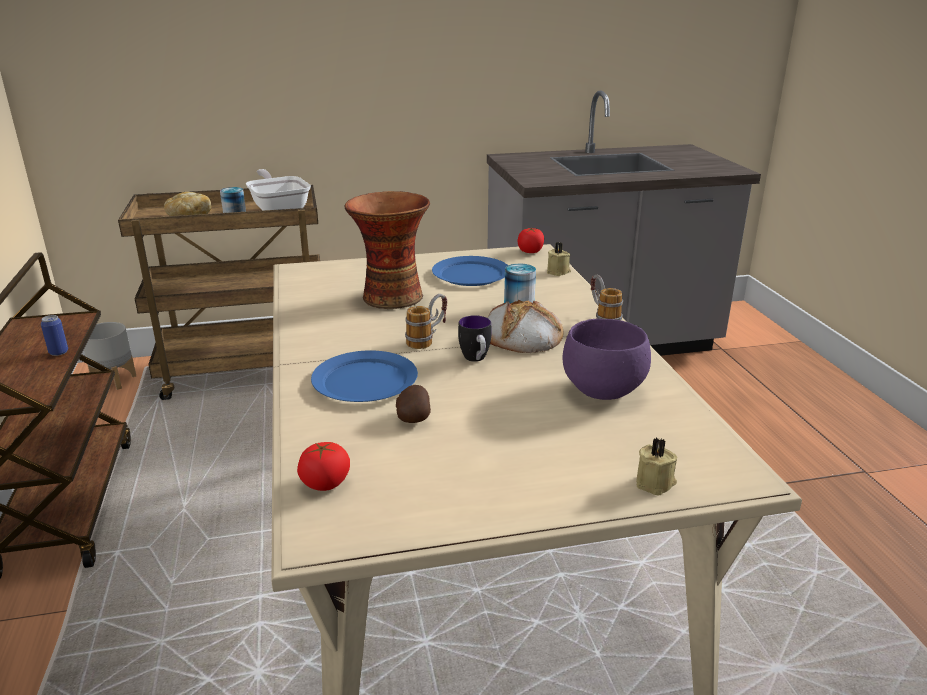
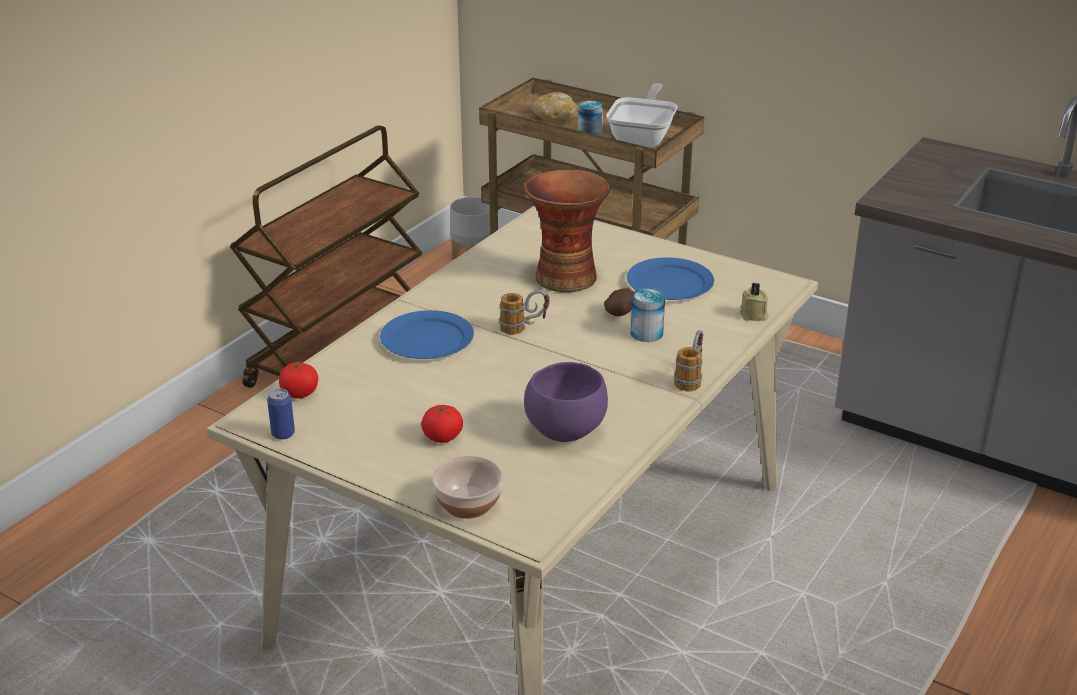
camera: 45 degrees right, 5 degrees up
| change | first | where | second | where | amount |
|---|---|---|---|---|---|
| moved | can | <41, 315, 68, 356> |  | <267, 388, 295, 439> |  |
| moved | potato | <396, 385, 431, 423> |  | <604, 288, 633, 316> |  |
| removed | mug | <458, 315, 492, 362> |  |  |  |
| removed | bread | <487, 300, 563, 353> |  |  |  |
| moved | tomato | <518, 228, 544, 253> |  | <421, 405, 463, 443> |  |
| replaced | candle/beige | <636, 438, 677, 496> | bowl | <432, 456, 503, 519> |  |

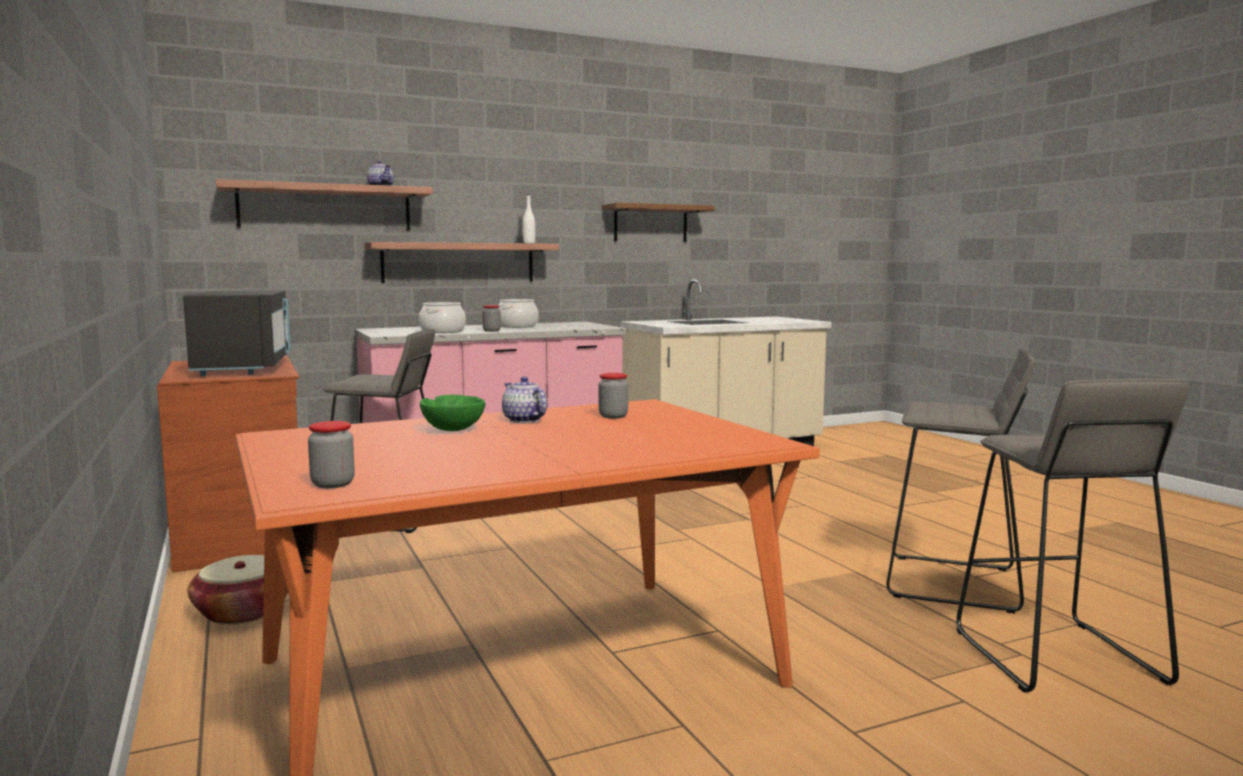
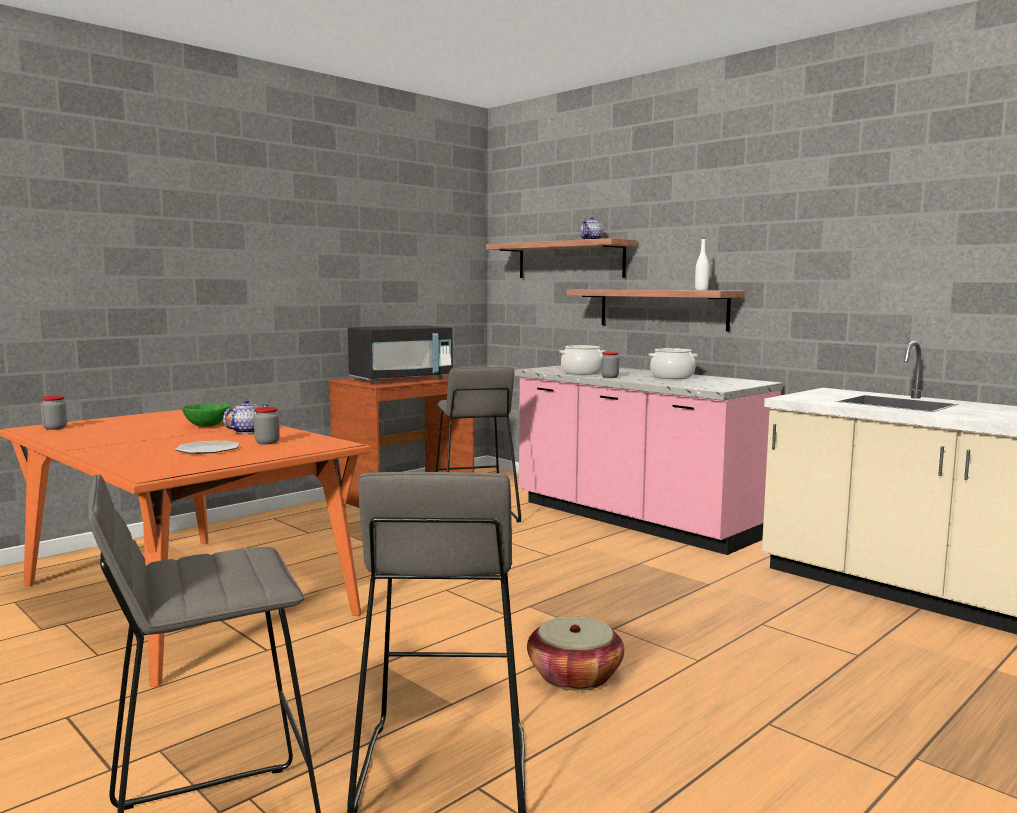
camera: 70 degrees right, 0 degrees up
| change | first | where | second | where | amount |
|---|---|---|---|---|---|
| moved | basket | <188, 555, 288, 625> |  | <527, 617, 624, 691> |  |
| removed | shelf/brown | <602, 202, 714, 242> |  |  |  |
| added |  |  | plate | <175, 441, 239, 454> |  |

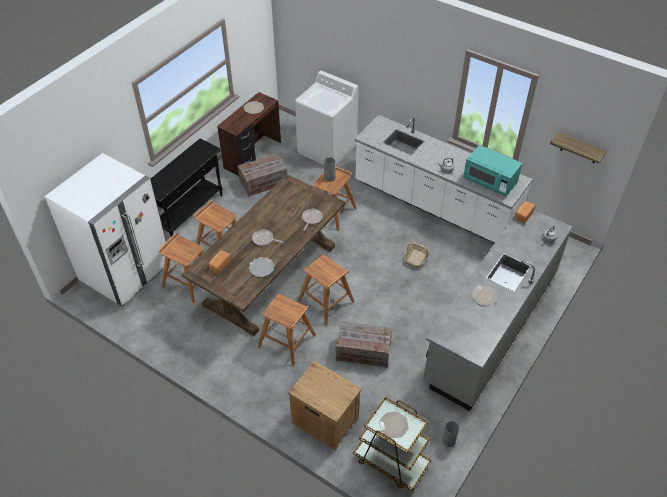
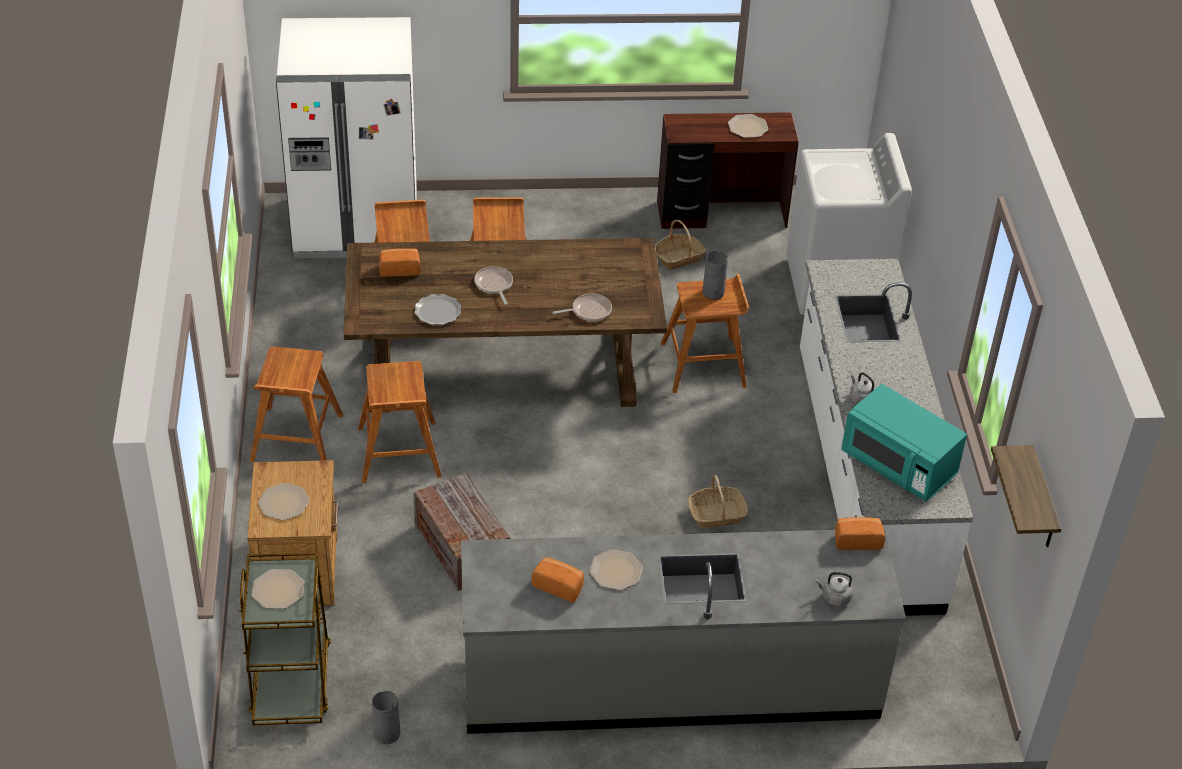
camera: 50 degrees right, 5 degrees down
| change | first | where | second | where | amount |
|---|---|---|---|---|---|
| removed | console table/black | <151, 139, 222, 237> |  |  |  |
| replaced | crate | <238, 154, 287, 197> | basket | <655, 220, 706, 270> |  |
| moved | stool/brown | <297, 255, 354, 325> |  | <250, 347, 343, 462> |  |
| turned | microwave/turquoise | <463, 145, 522, 196> |  | <841, 384, 967, 501> | 45 degrees counterclockwise |
| added |  |  | plate | <258, 483, 309, 520> |  |
| added |  |  | bread | <531, 557, 584, 602> |  |

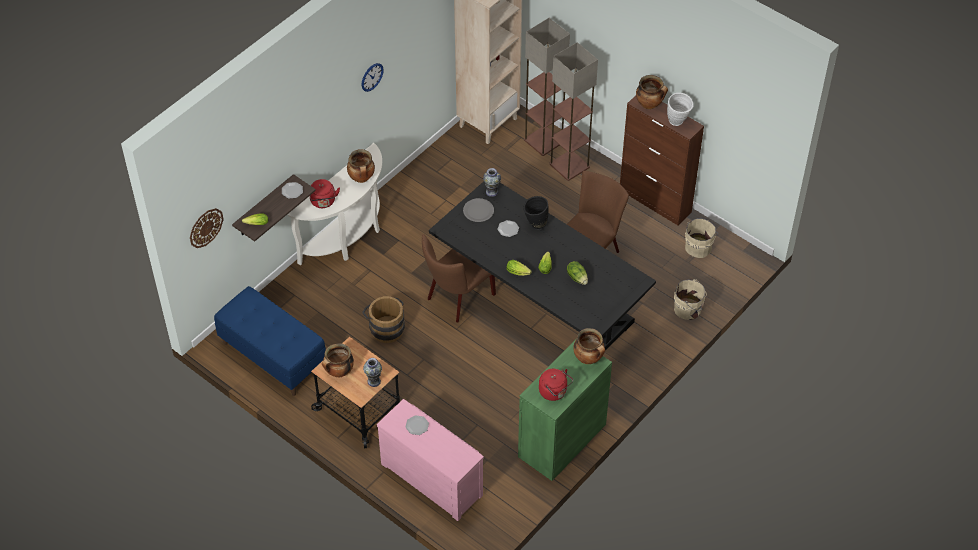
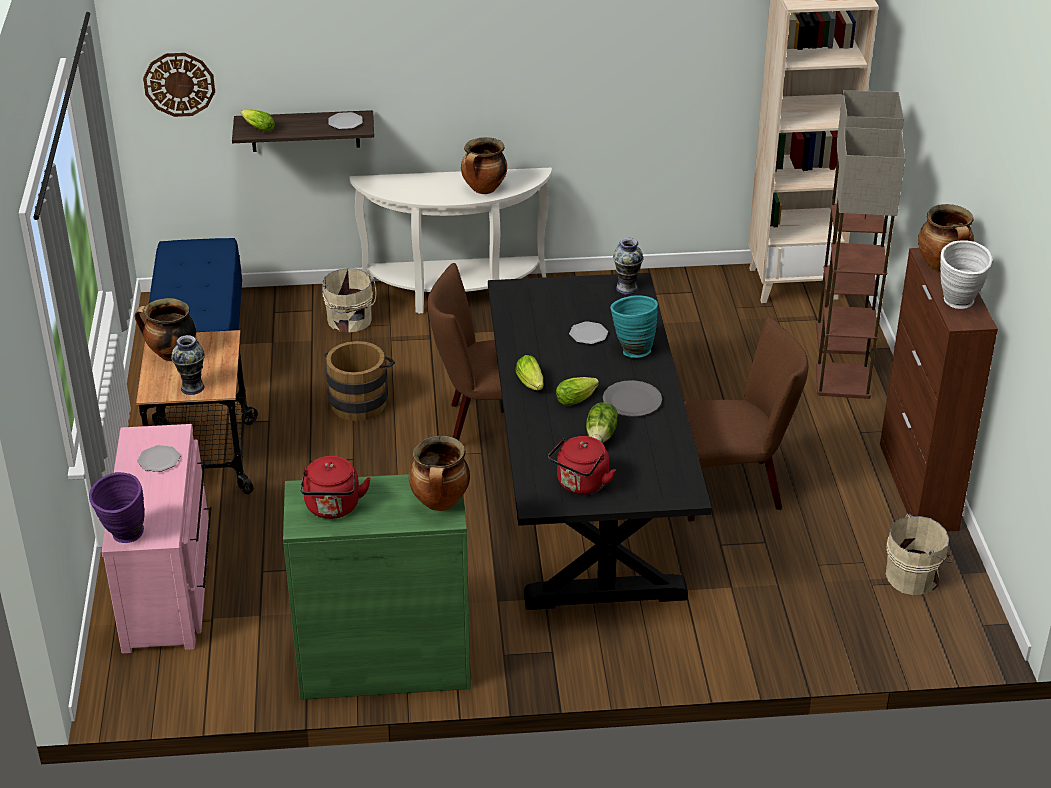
camera: 45 degrees right, 15 degrees down
| change | first | where | second | where | amount |
|---|---|---|---|---|---|
| moved | kettle/red | <310, 179, 340, 208> |  | <548, 436, 616, 495> |  |
| removed | wall clock | <361, 63, 384, 92> |  |  |  |
| moved | plate/grey | <463, 198, 494, 222> |  | <603, 380, 662, 417> |  |
| recoloured | vase/black | <523, 196, 549, 230> | vase/turquoise | <610, 295, 658, 358> |  |
| moved | bucket/beige | <674, 279, 707, 320> |  | <322, 268, 376, 333> |  |
| added |  |  | vase/purple | <89, 472, 145, 543> |  |

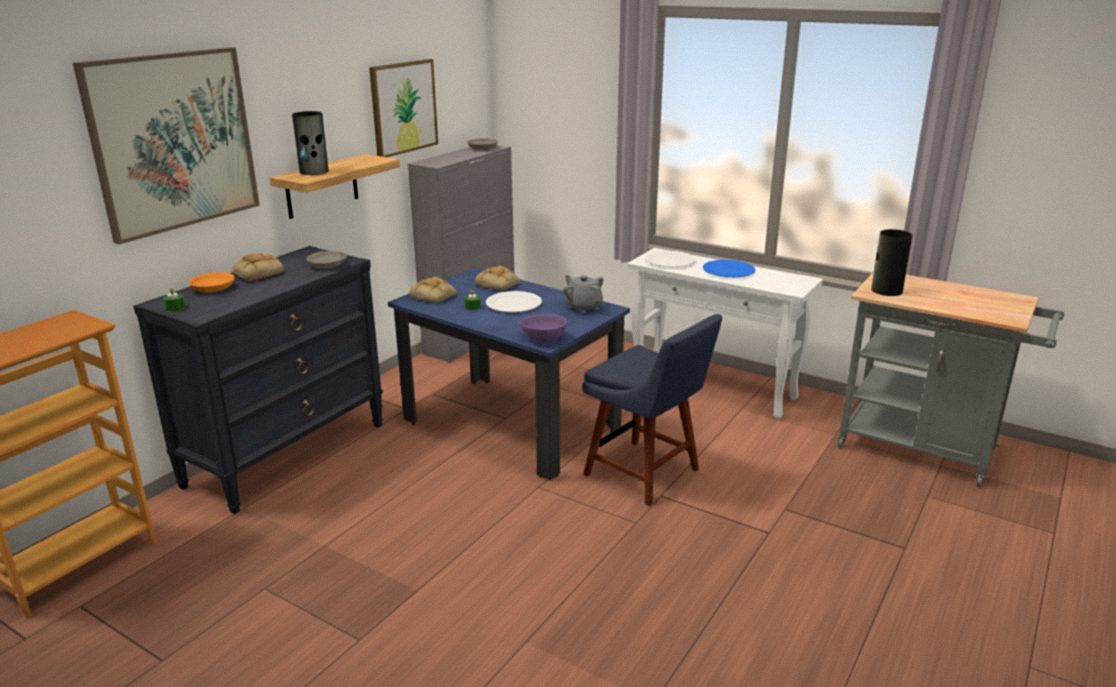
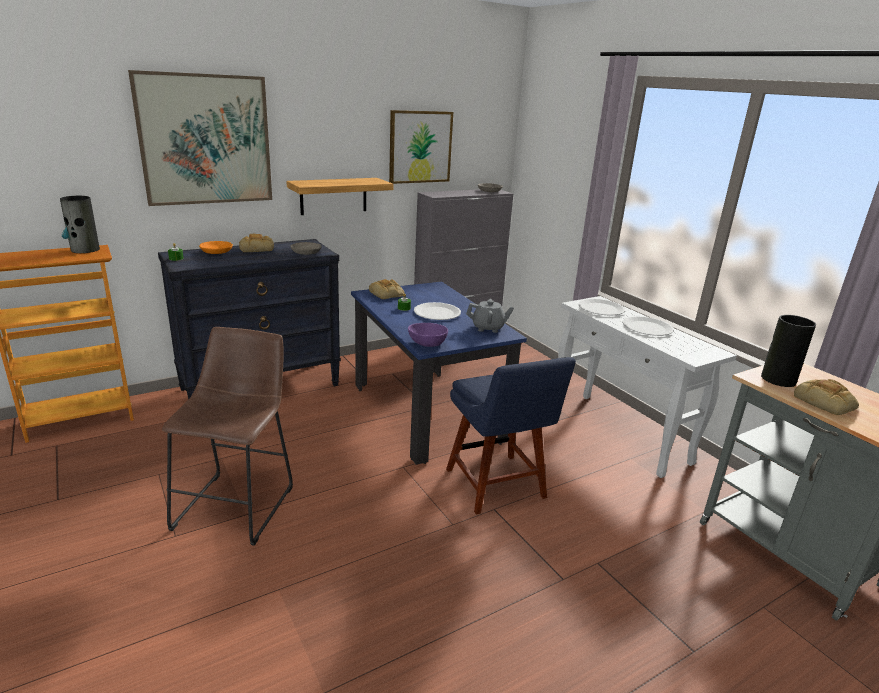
camera: 25 degrees right, 0 degrees up
| change | first | where | second | where | amount |
|---|---|---|---|---|---|
| moved | vase | <292, 111, 329, 175> |  | <60, 196, 100, 253> |  |
| moved | bread | <475, 266, 520, 291> |  | <794, 379, 859, 415> |  |
| turned | teapot/grey | <563, 275, 604, 313> |  | <466, 299, 514, 333> | 105 degrees clockwise |
| recoloured | plate/blue | <703, 260, 756, 277> | plate/white | <623, 316, 674, 336> |  |
| added |  |  | stool/brown | <162, 327, 293, 546> |  |

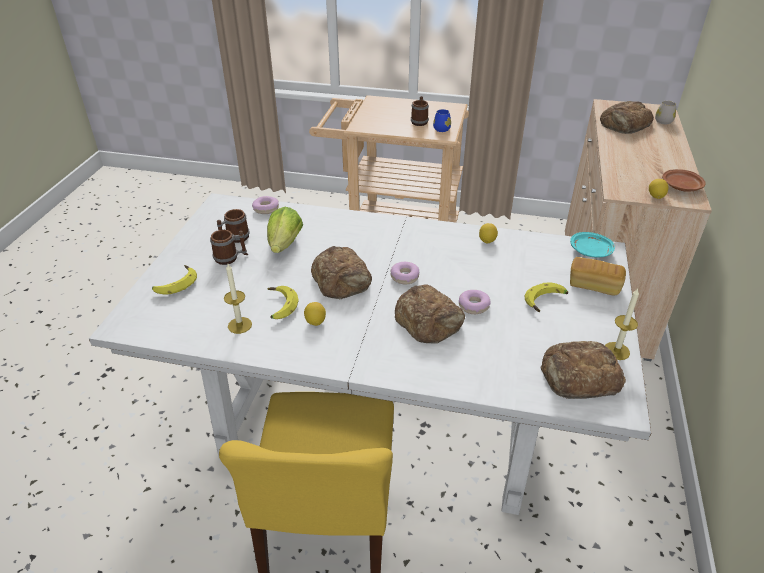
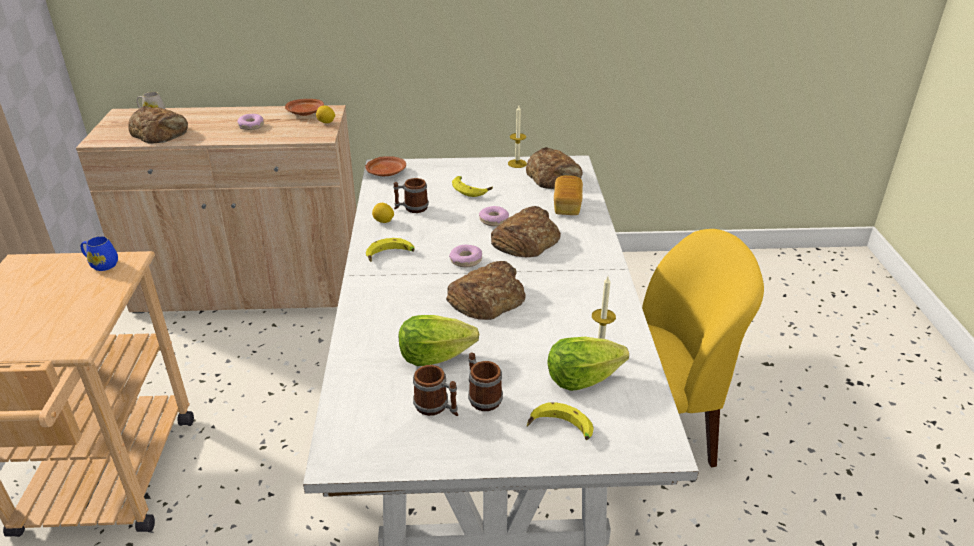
camera: 105 degrees left, 5 degrees down
| change | first | where | second | where | amount |
|---|---|---|---|---|---|
| moved | donut | <252, 196, 279, 214> |  | <237, 114, 264, 130> |  |
| moved | banana | <267, 286, 299, 319> |  | <366, 238, 415, 262> |  |
| removed | lemon | <304, 302, 326, 326> |  |  |  |
| moved | mug | <411, 96, 429, 126> |  | <393, 178, 429, 213> |  |
| recoloured | plate/turquoise | <570, 232, 615, 257> | plate/brown | <365, 156, 406, 176> |  |
| moved | bread | <570, 257, 626, 296> |  | <554, 175, 583, 215> |  |
| added |  |  | lettuce | <547, 337, 629, 391> |  |

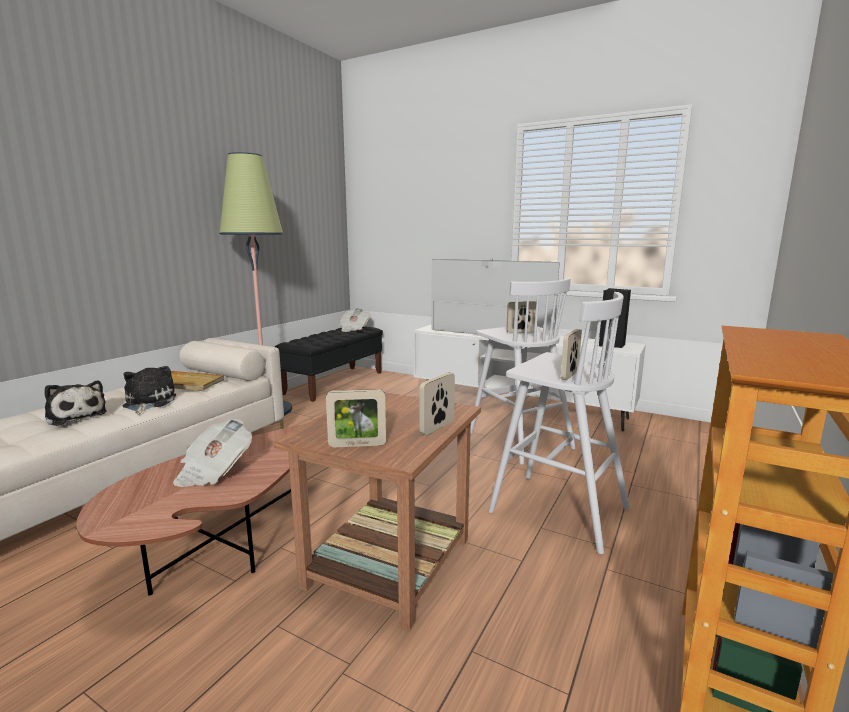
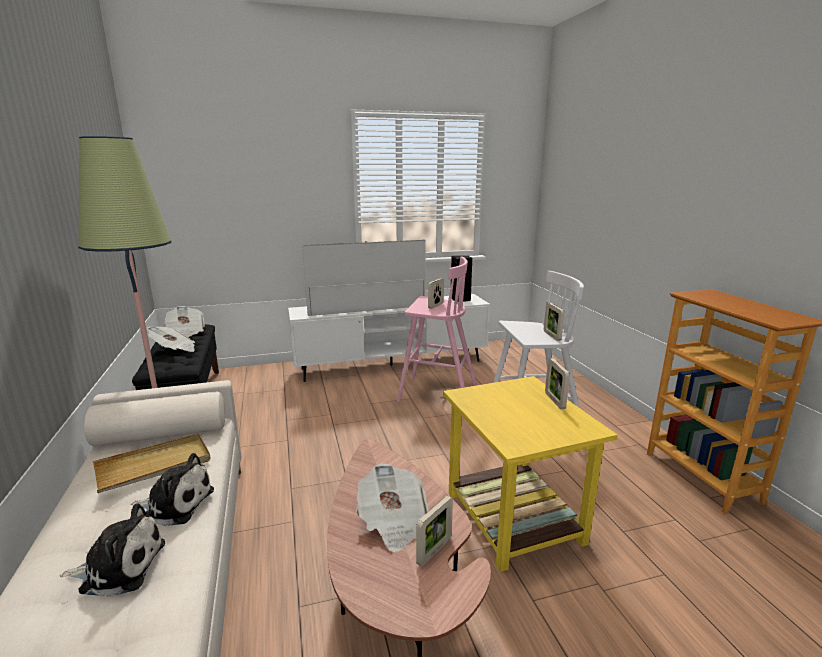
camera: 45 degrees left, 5 degrees up
| change | first | where | second | where | amount |
|---|---|---|---|---|---|
| turned | plush toy | <123, 366, 176, 414> |  | <131, 453, 214, 526> | 150 degrees clockwise |
| recoloured | side table/brown | <273, 392, 481, 631> | side table/yellow | <443, 376, 618, 572> |  |
| moved | picture frame | <326, 389, 386, 447> |  | <416, 496, 453, 566> |  |
| recoloured | stool/white | <470, 278, 576, 465> | stool/pink | <397, 256, 477, 402> |  |
| added |  |  | newspaper | <147, 327, 195, 352> |  |

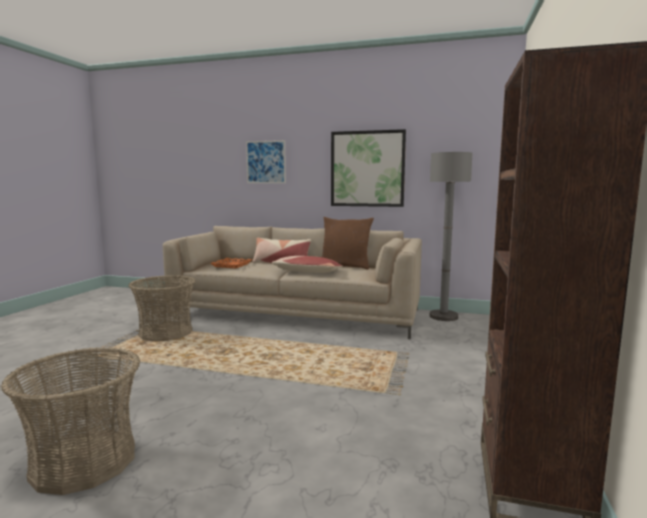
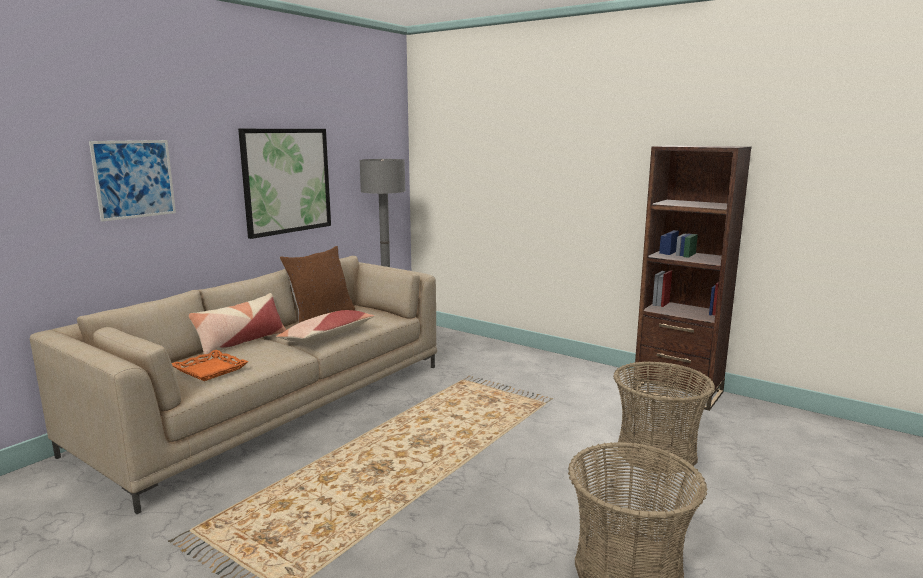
camera: 70 degrees left, 5 degrees up
| change | first | where | second | where | amount |
|---|---|---|---|---|---|
| moved | basket | <128, 275, 196, 341> |  | <613, 361, 715, 474> |  |

